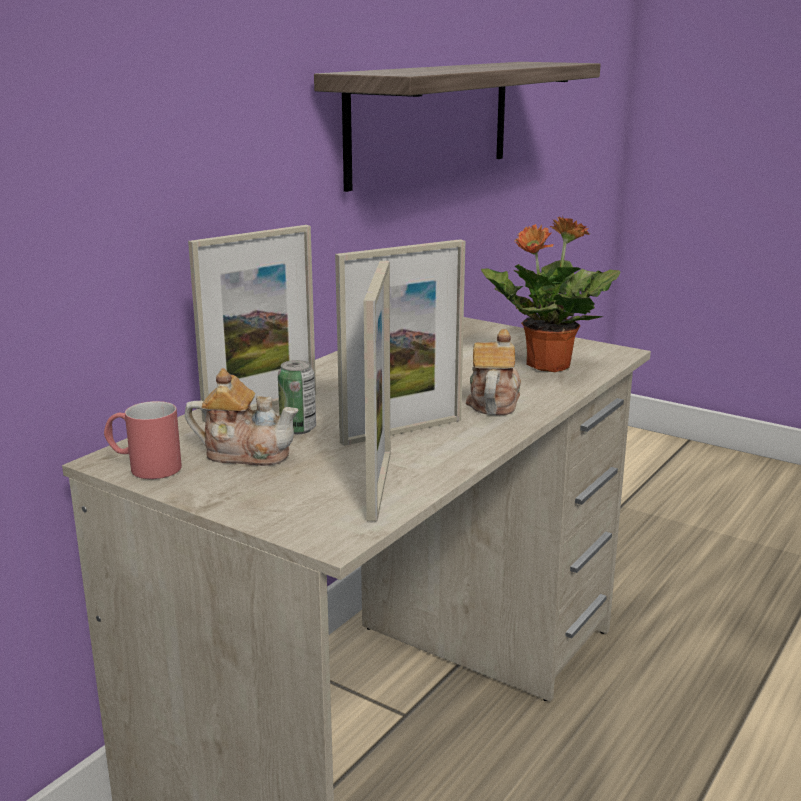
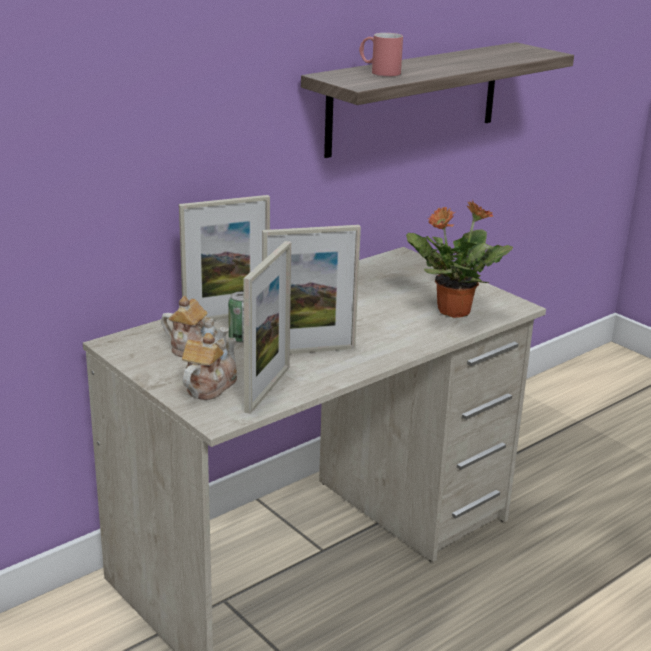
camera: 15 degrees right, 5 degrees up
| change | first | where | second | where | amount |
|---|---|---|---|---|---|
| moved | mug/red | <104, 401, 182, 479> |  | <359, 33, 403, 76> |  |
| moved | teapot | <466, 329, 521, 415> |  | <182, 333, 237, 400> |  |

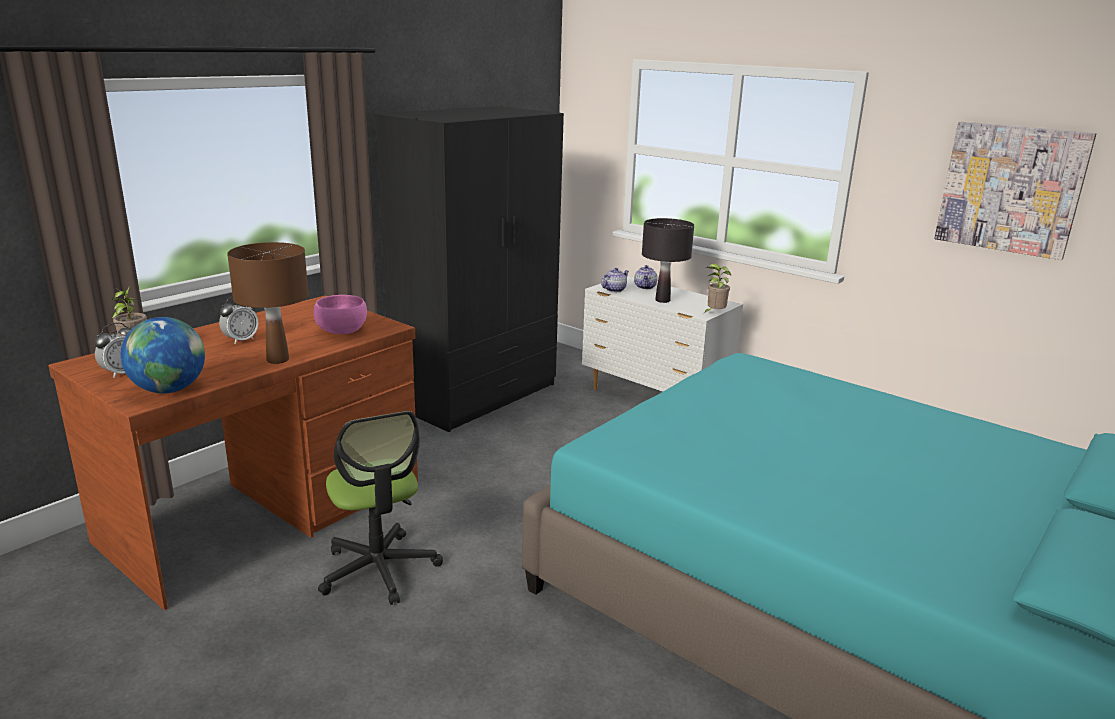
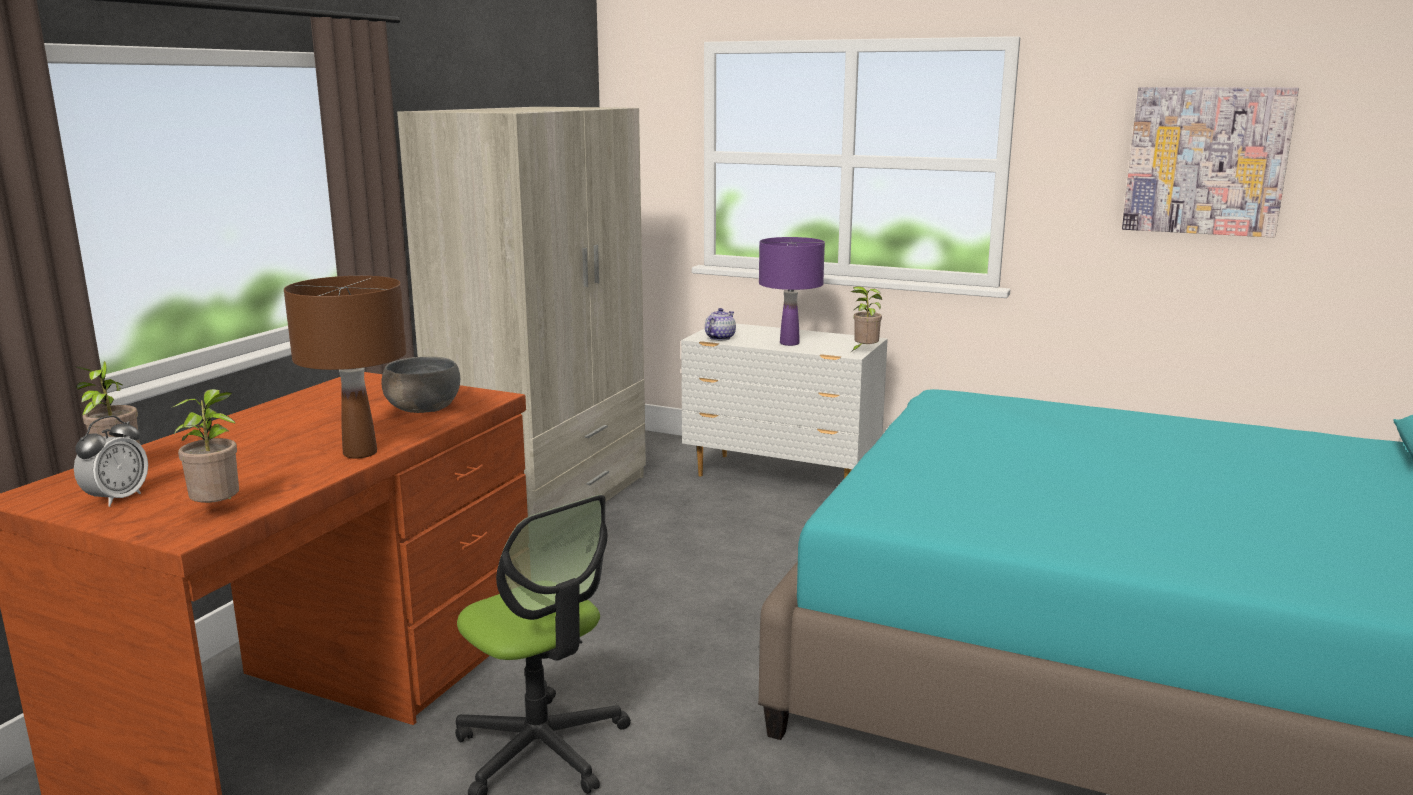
camera: 15 degrees left, 5 degrees down
| change | first | where | second | where | amount |
|---|---|---|---|---|---|
| replaced | globe | <120, 317, 205, 393> | potted plant | <171, 389, 239, 503> |  |
| removed | alarm clock | <219, 296, 259, 344> |  |  |  |
| recoloured | bowl/pink | <313, 295, 367, 334> | bowl/grey | <381, 357, 460, 413> |  |
| recoloured | wardrobe/black | <375, 106, 564, 432> | wardrobe/beige | <397, 107, 646, 517> |  |
| removed | teapot | <634, 265, 658, 289> |  |  |  |
| recoloured | table lamp/black | <642, 218, 694, 303> | table lamp/purple | <759, 237, 825, 346> |  |

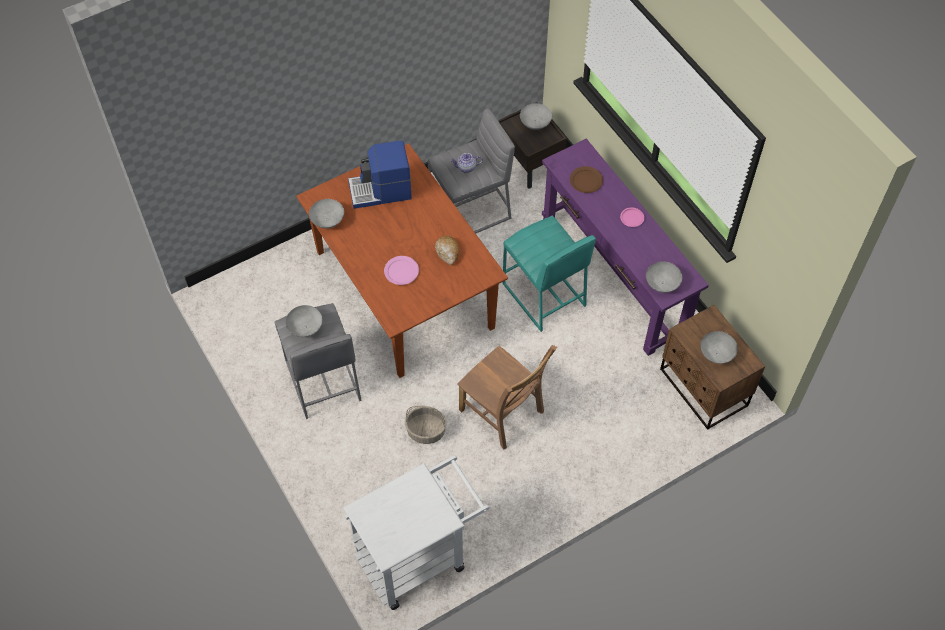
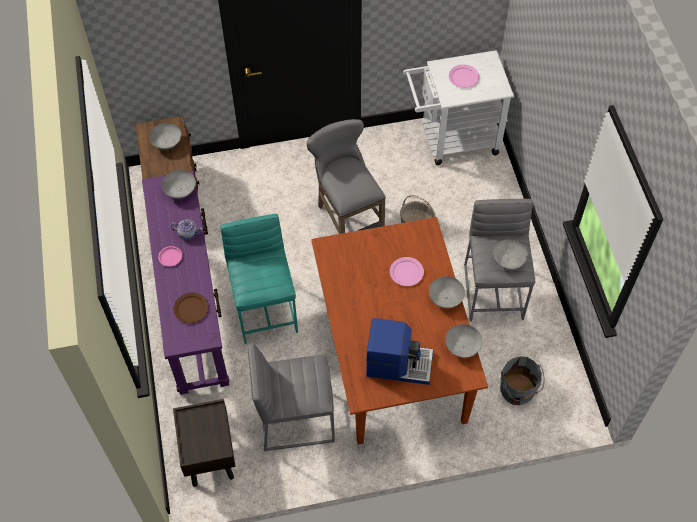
camera: 160 degrees left, 0 degrees up
| change | first | where | second | where | amount |
|---|---|---|---|---|---|
| removed | bread | <435, 236, 459, 265> |  |  |  |
| moved | teapot | <450, 153, 483, 173> |  | <171, 219, 202, 240> |  |
| replaced | chair/brown | <457, 345, 557, 450> | stool/grey | <307, 119, 386, 234> |  |
| moved | bowl/grey | <520, 103, 552, 130> |  | <429, 276, 465, 308> |  |
| added |  |  | plate/pink | <449, 64, 479, 88> |  |
| added |  |  | bucket/grey | <500, 356, 544, 405> |  |

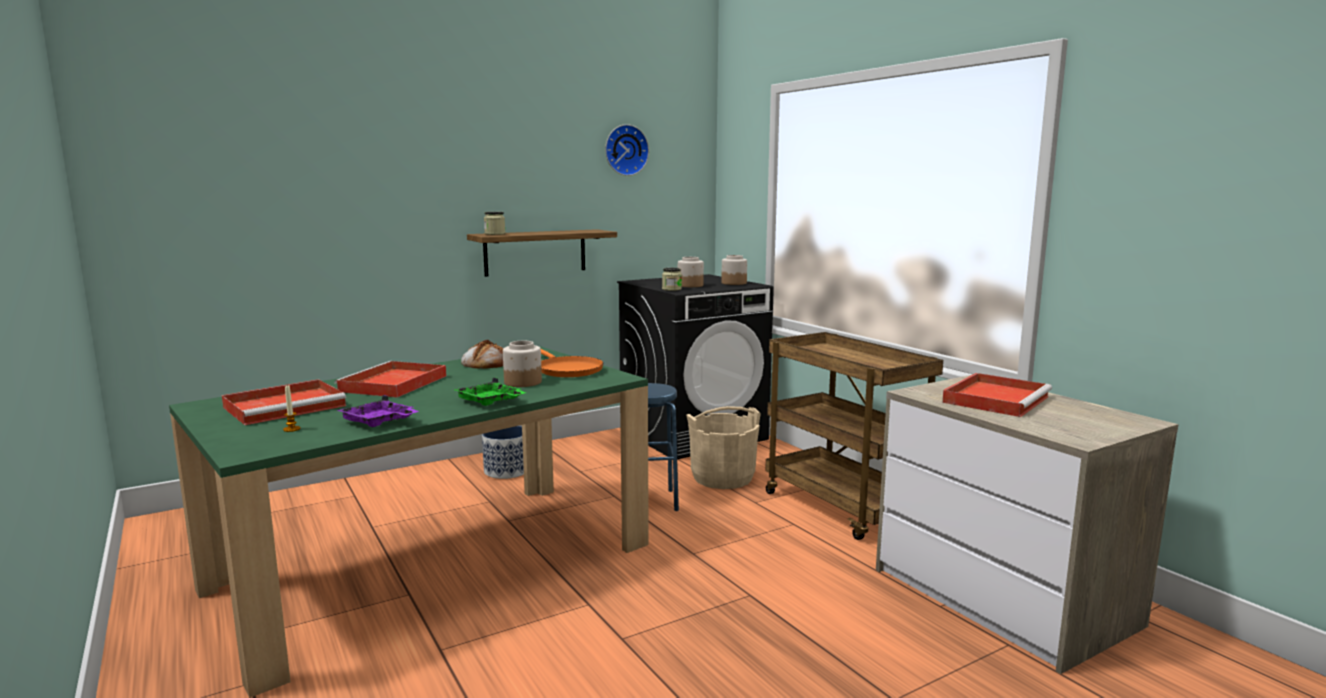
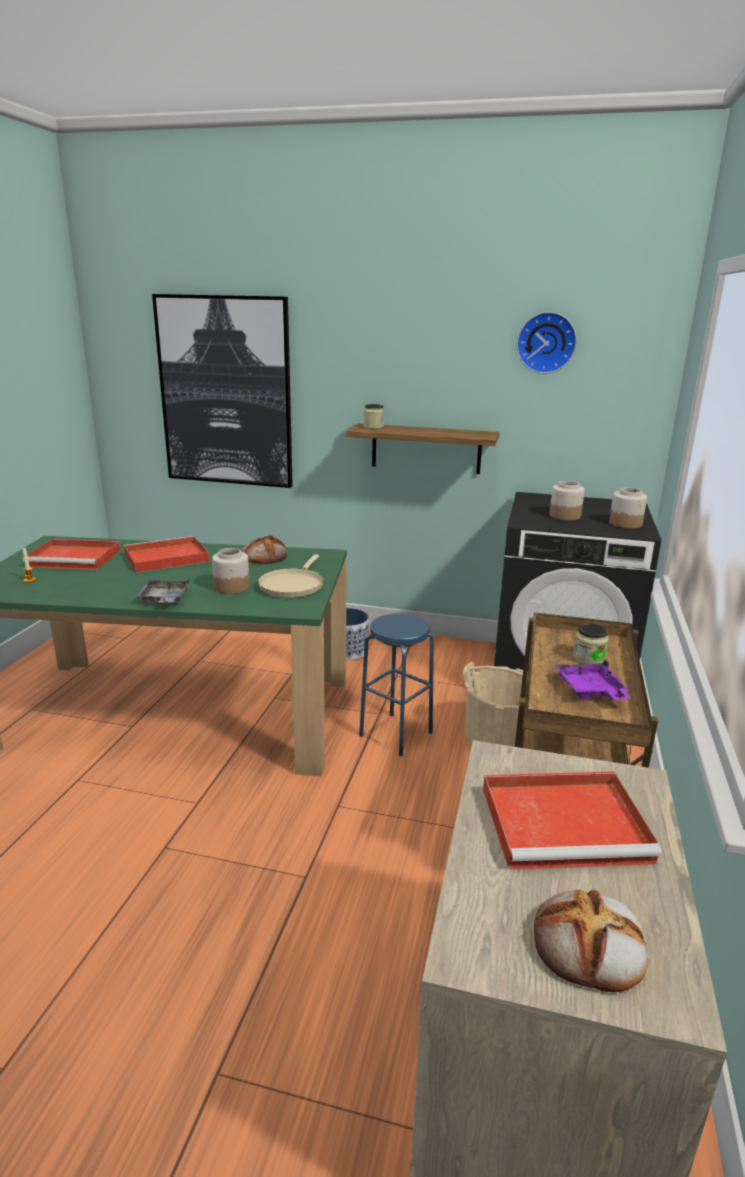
camera: 45 degrees right, 10 degrees up
| change | first | where | second | where | amount |
|---|---|---|---|---|---|
| moved | tray/purple | <337, 395, 419, 427> |  | <555, 659, 631, 700> |  |
| recoloured | tray/green | <454, 377, 527, 406> | tray/grey | <136, 579, 189, 604> |  |
| recoloured | frying pan/orange | <541, 349, 604, 377> | frying pan/beige | <258, 554, 324, 597> |  |
| moved | jar | <662, 268, 682, 291> |  | <573, 623, 608, 664> |  |
| added |  |  | picture | <152, 294, 293, 488> |  |
| added |  |  | bread | <534, 889, 647, 992> |  |

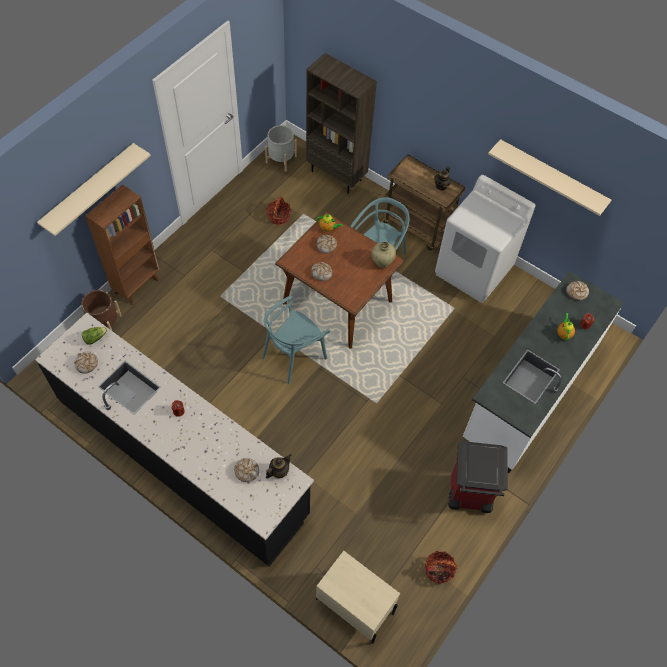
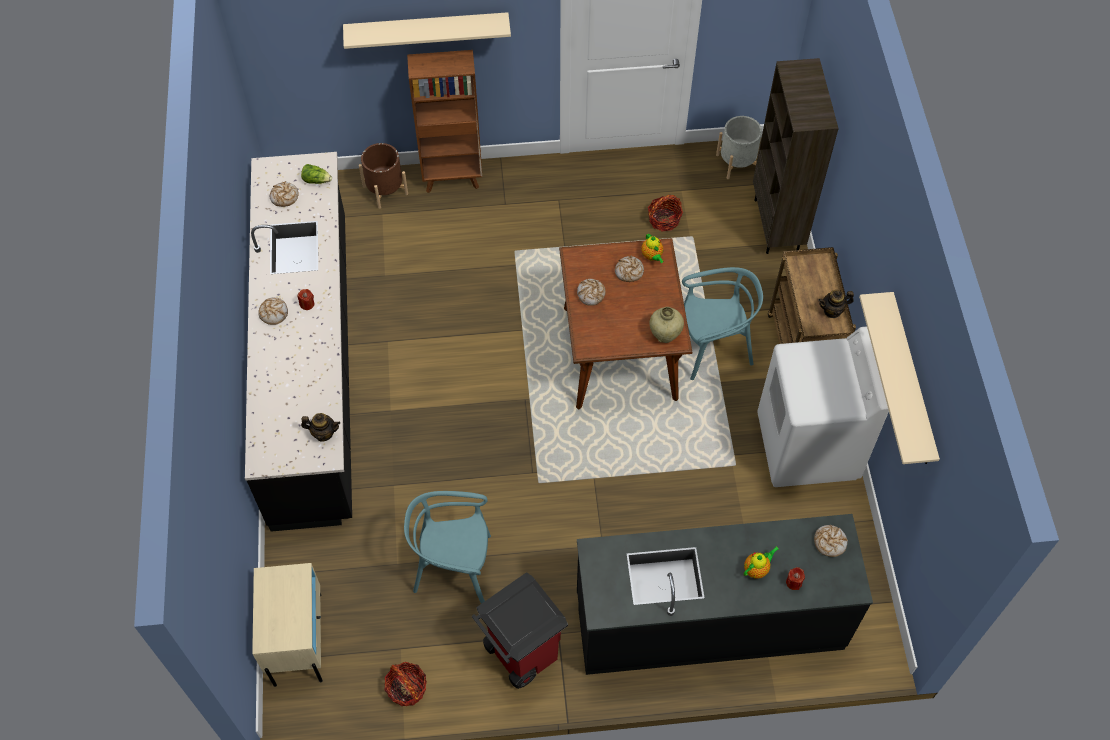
camera: 50 degrees right, 0 degrees up
| change | first | where | second | where | amount |
|---|---|---|---|---|---|
| moved | bread | <234, 458, 259, 482> |  | <258, 297, 288, 325> |  |
| moved | chair/turquoise | <262, 296, 330, 384> |  | <404, 491, 491, 604> |  |
| recoloured | counter/white | <463, 271, 624, 473> | counter/black | <577, 514, 873, 675> |  |

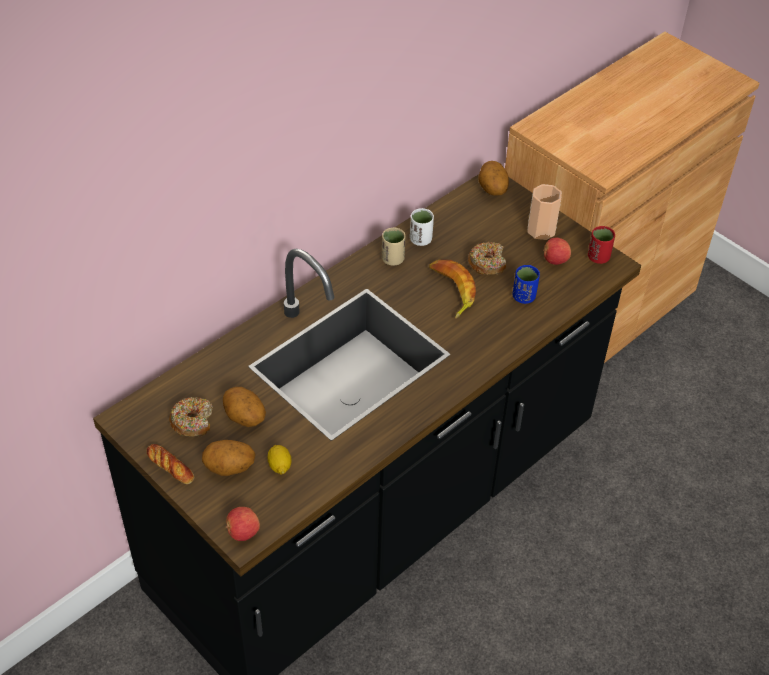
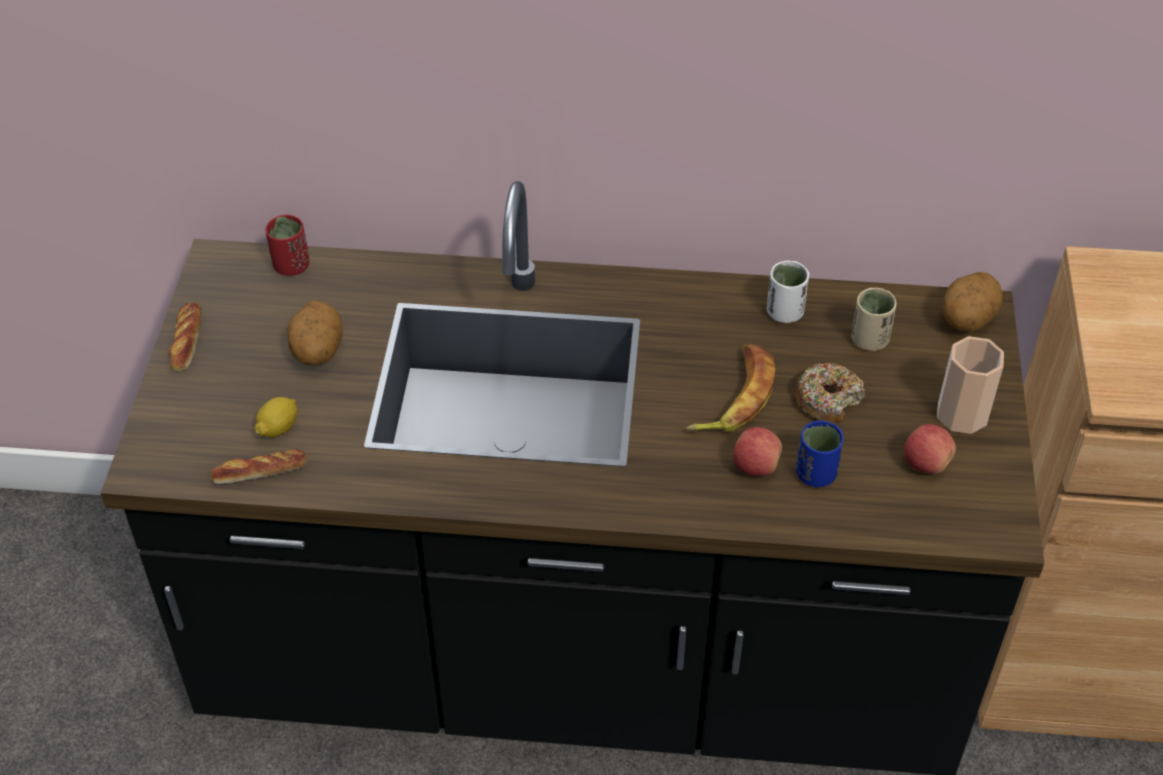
camera: 50 degrees right, 0 degrees up
| change | first | where | second | where | amount |
|---|---|---|---|---|---|
| removed | donut | <169, 397, 213, 437> |  |  |  |
| removed | potato | <202, 440, 256, 476> |  |  |  |
| moved | apple | <226, 507, 260, 541> |  | <733, 427, 782, 476> |  |
| moved | cup/beige | <382, 227, 405, 266> |  | <852, 288, 897, 351> |  |
| moved | cup/red | <588, 226, 615, 264> |  | <265, 215, 310, 276> |  |
| added |  |  | bread | <210, 449, 307, 484> |  |

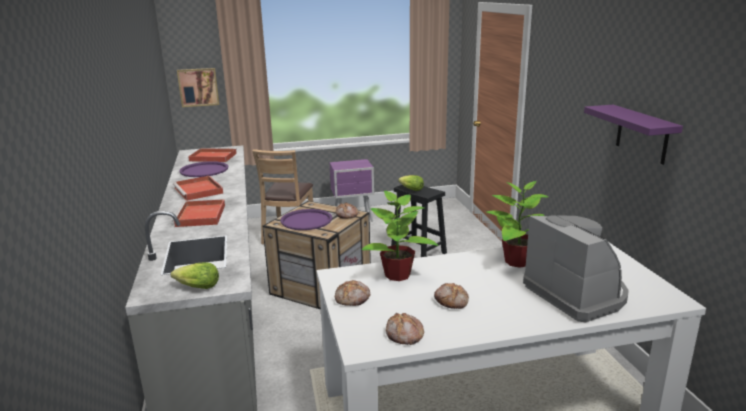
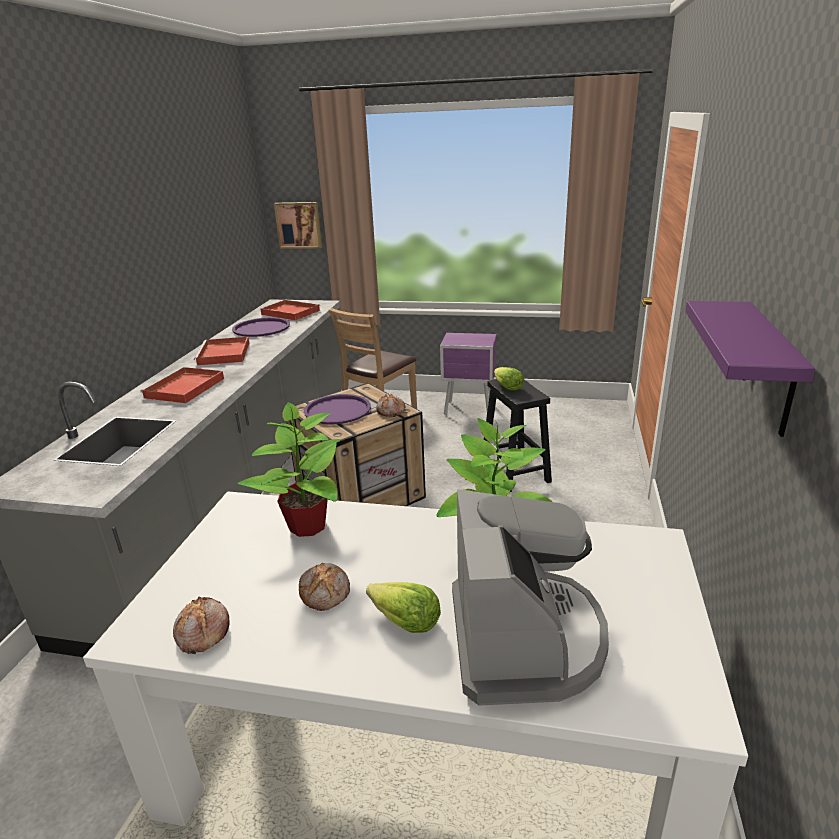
camera: 25 degrees right, 5 degrees up
| change | first | where | second | where | amount |
|---|---|---|---|---|---|
| moved | lettuce | <171, 262, 219, 289> |  | <366, 582, 441, 633> |  |
| removed | bread | <335, 280, 370, 306> |  |  |  |

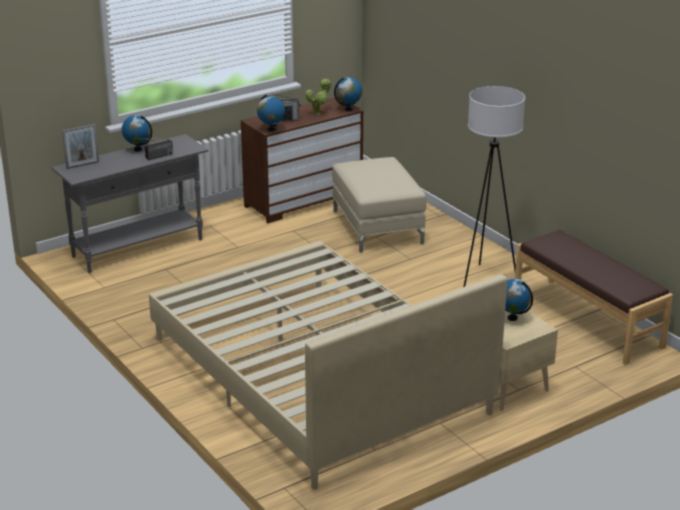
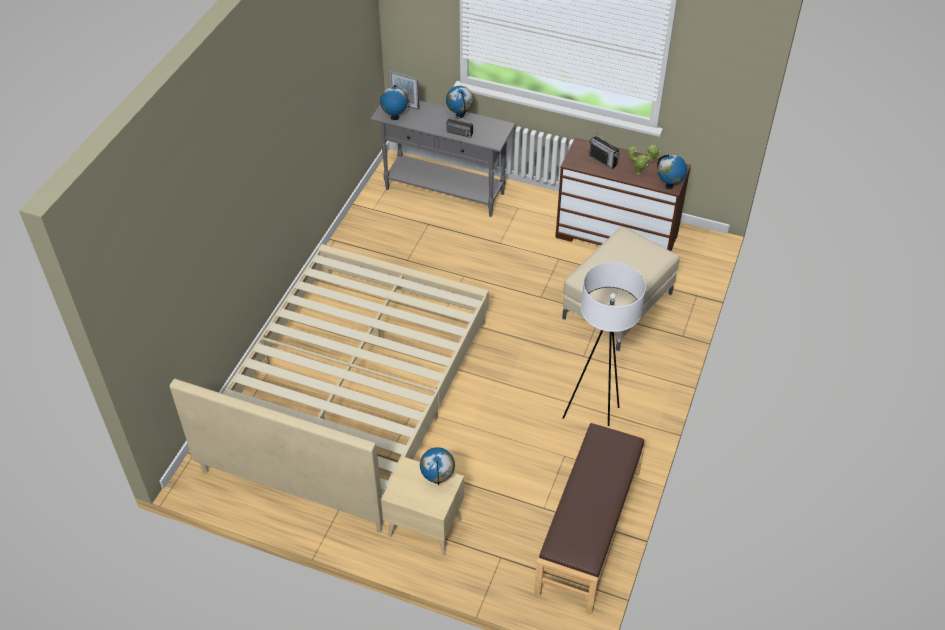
camera: 55 degrees right, 20 degrees up
| change | first | where | second | where | amount |
|---|---|---|---|---|---|
| moved | globe | <257, 95, 285, 132> |  | <380, 85, 408, 120> |  |

